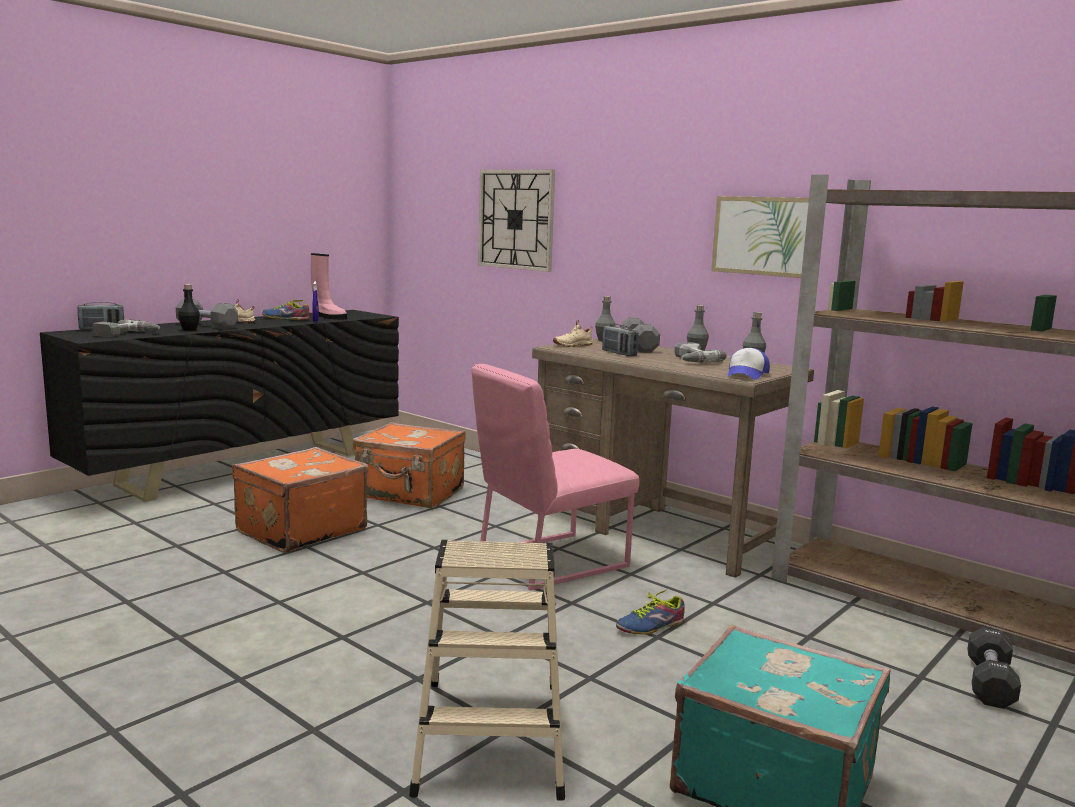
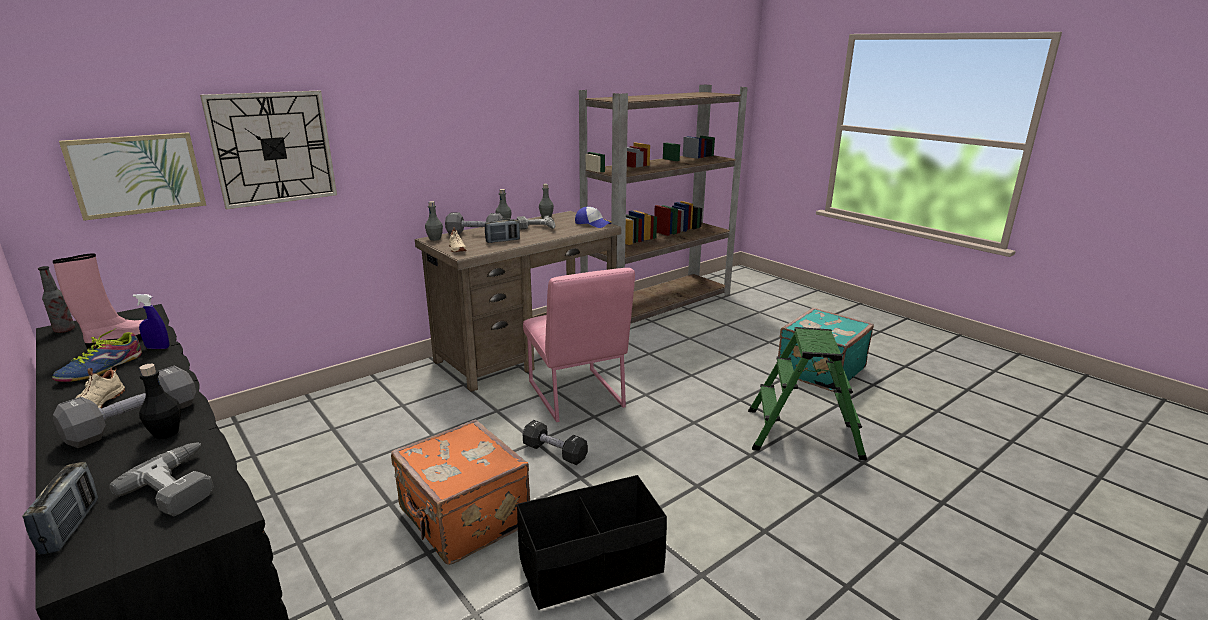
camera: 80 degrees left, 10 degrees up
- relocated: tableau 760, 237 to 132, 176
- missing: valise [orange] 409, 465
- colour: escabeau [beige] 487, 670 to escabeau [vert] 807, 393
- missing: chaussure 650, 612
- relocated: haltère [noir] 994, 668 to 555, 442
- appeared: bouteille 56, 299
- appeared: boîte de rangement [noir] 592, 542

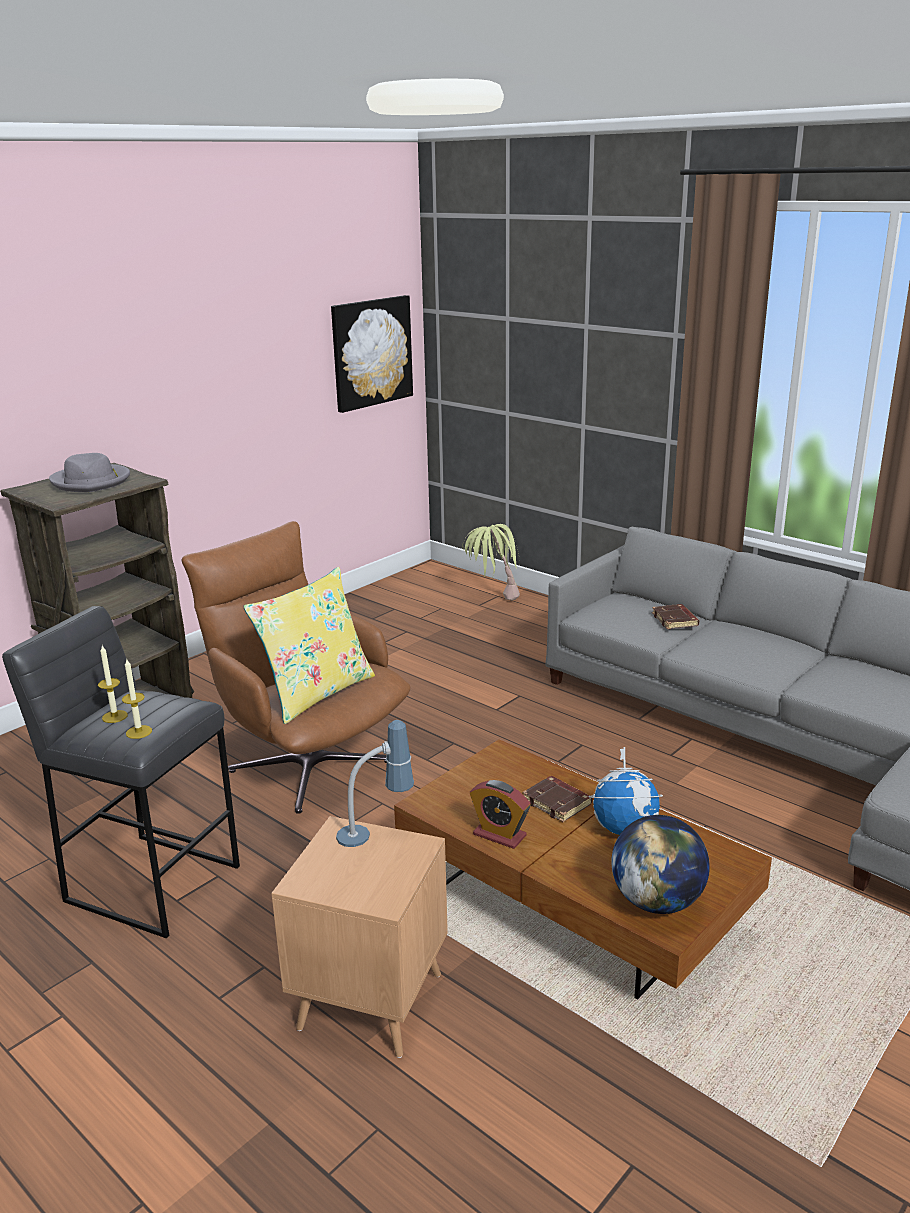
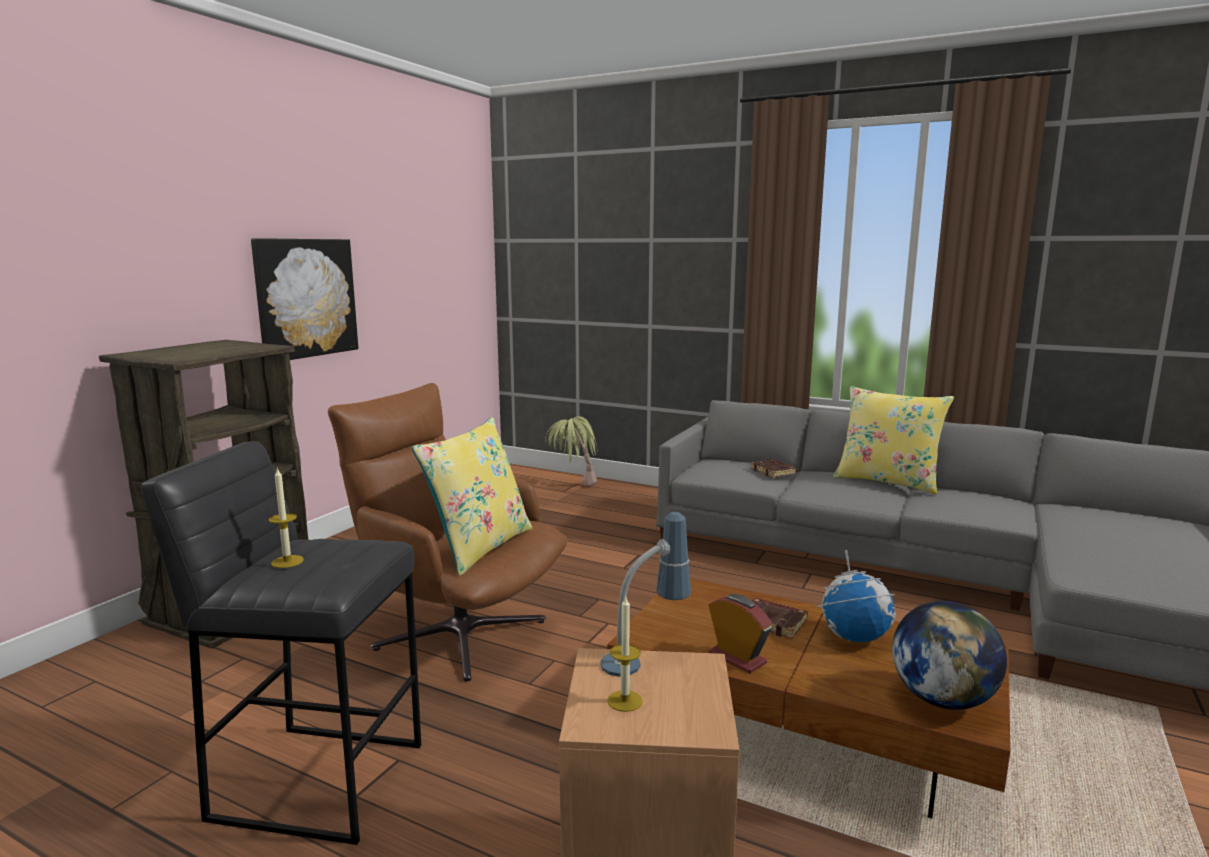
camera: 15 degrees left, 10 degrees down
- relocated: tableau 372, 354 to 304, 299
- missing: chapeau [gris] 89, 472
- relocated: bougie 137, 698 to 625, 654
- spun: réveil 500, 814 = 740, 633 150 degrees counterclockwise
- appeared: coussin [jaune] 893, 440

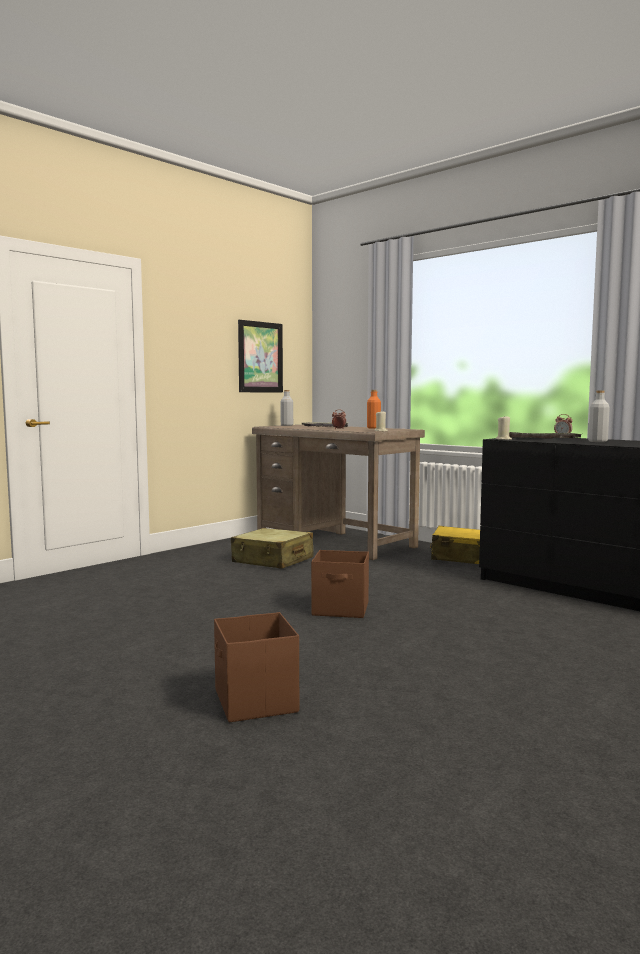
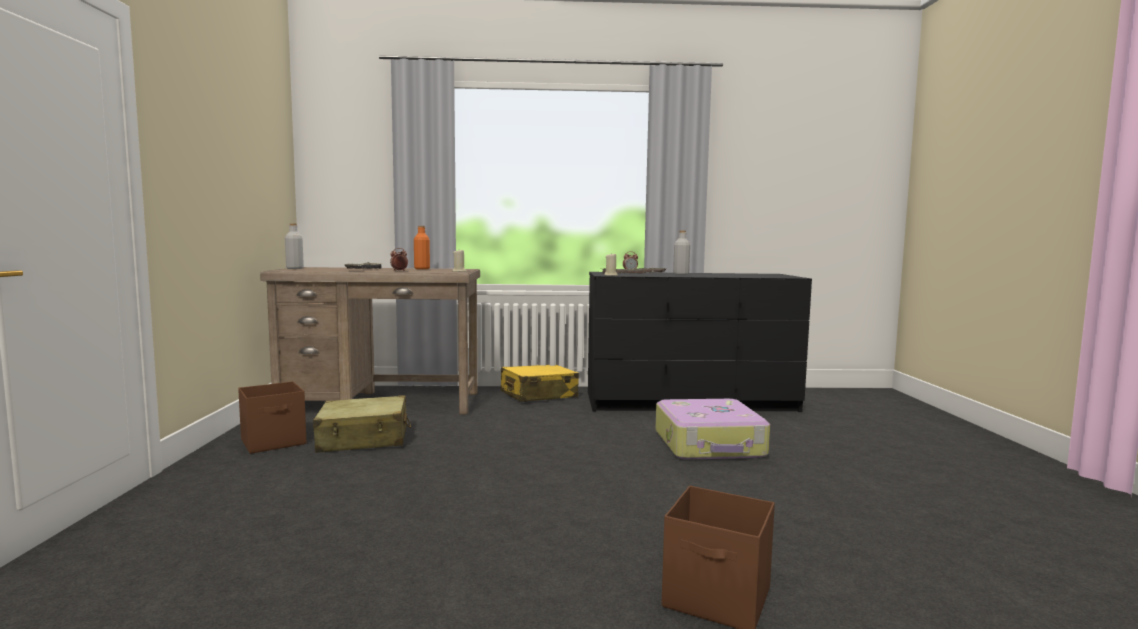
camera: 45 degrees left, 0 degrees up
- missing: tableau 260, 356
- relocated: boîte de rangement [marron] 340, 584 to 272, 417
- appeared: valise 713, 429

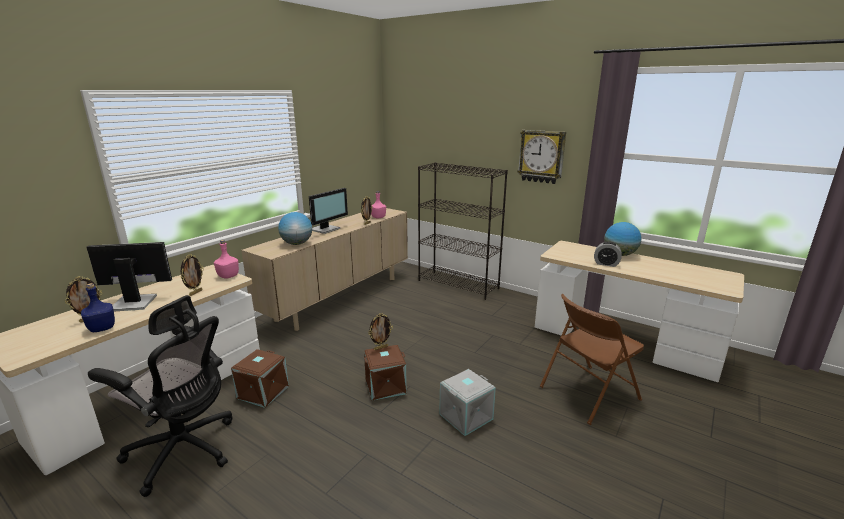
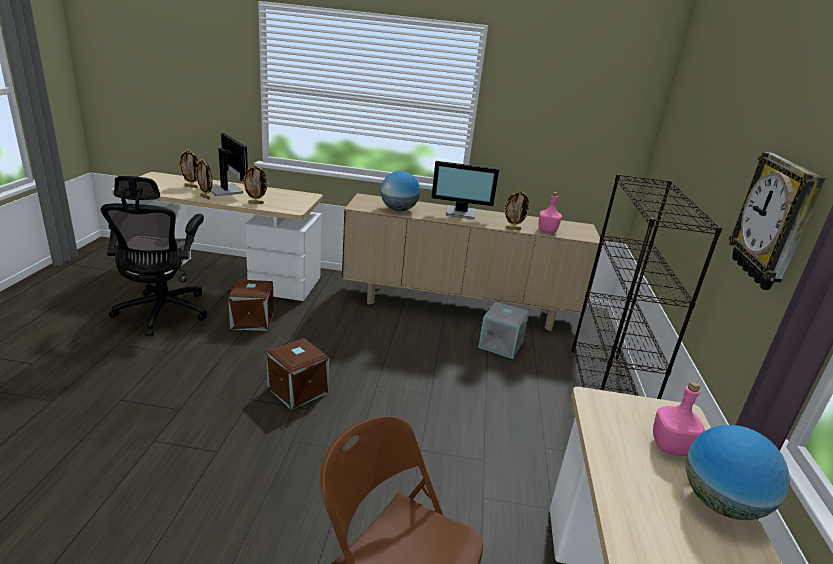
camera: 60 degrees right, 5 degrees up
- relocated: bouteille [rose] 226, 259 to 679, 419
- missing: réveil 608, 254
- missing: bouteille [bleu] 98, 307
- relocated: cadre photo 380, 331 to 204, 179
- relocated: boîte de rangement [gris] 467, 402 to 503, 330

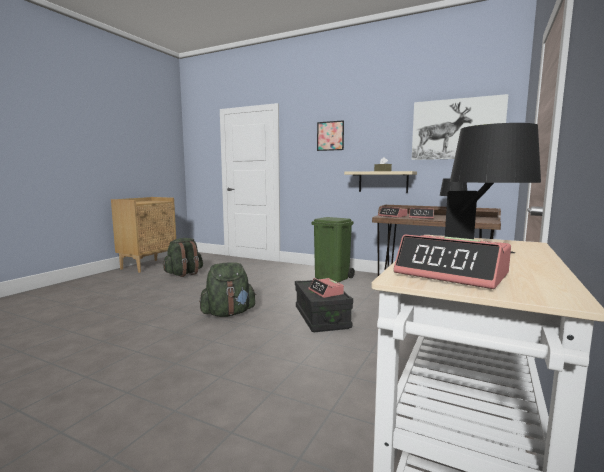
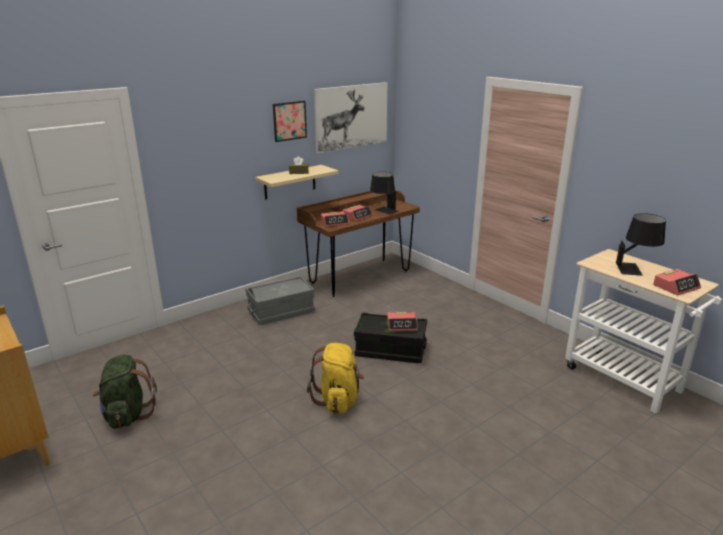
camera: 65 degrees left, 15 degrees up
- relocated: tableau 330, 135 to 290, 121
- exchanged: poubelle [vert] 333, 249 to boîte de rangement [gris] 280, 300
- colour: sac à dos [vert] 227, 289 to sac à dos [jaune] 335, 378

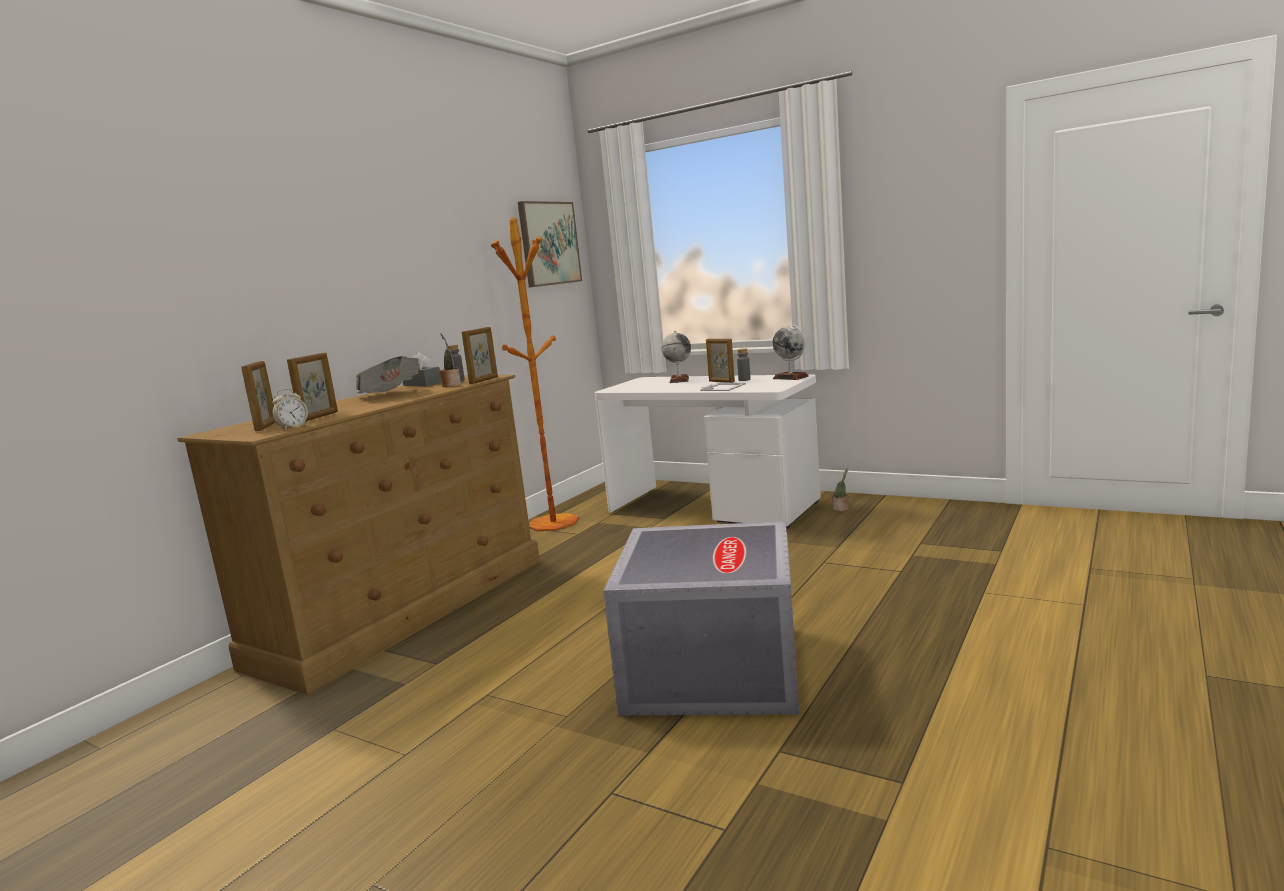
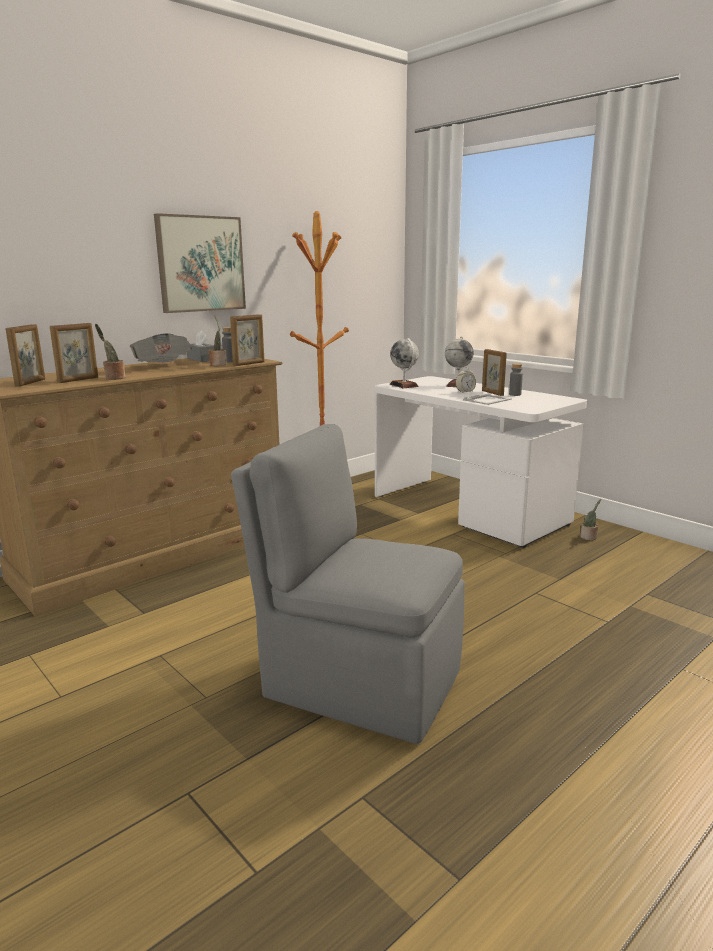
camera: 15 degrees right, 5 degrees up
- relocated: tableau 550, 244 to 200, 263
- relocated: globe 791, 352 to 404, 363
- relocated: réveil 290, 409 to 466, 379
- exchanged: boîte de rangement [gris] 701, 618 to chaise [gris] 348, 584
- appeared: plante en pot 110, 352

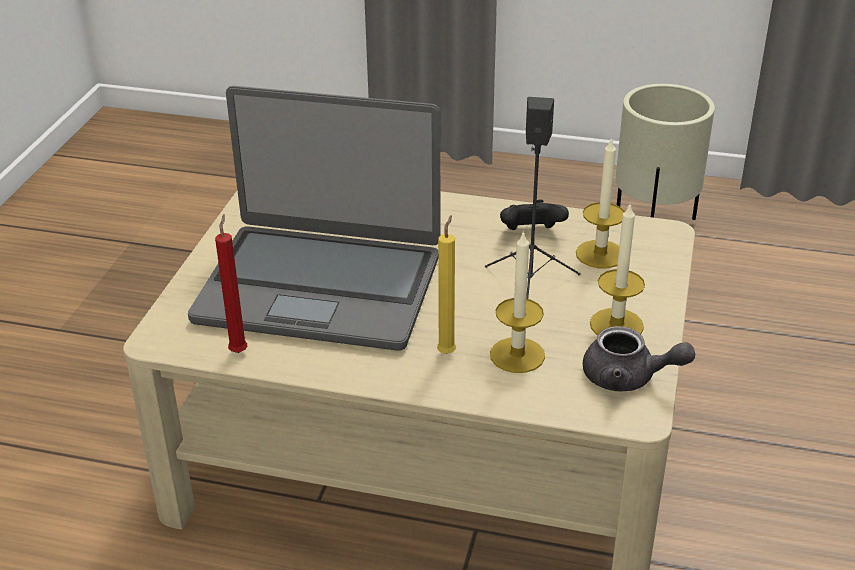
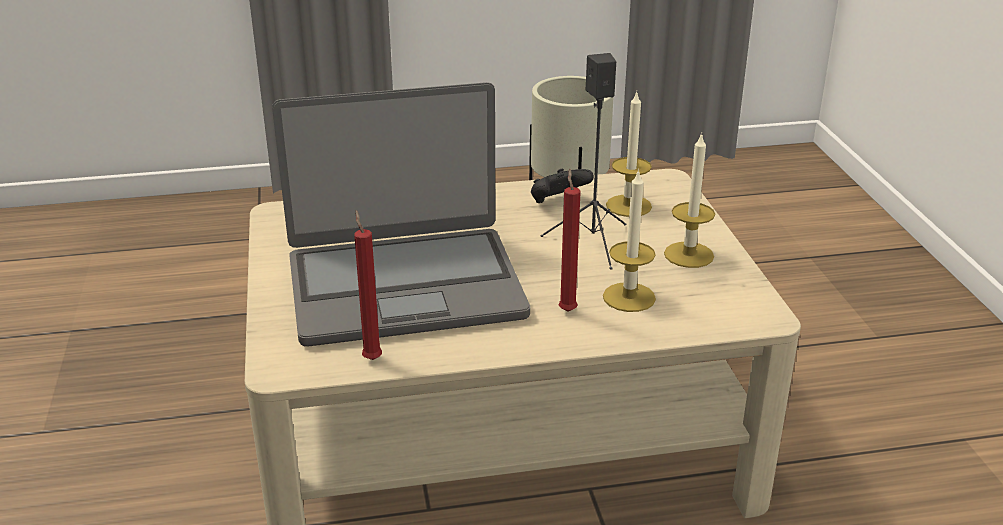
camera: 25 degrees left, 5 degrees down
- colour: bougie [jaune] 446, 284 to bougie [rouge] 570, 240
- missing: théière [gris] 639, 358

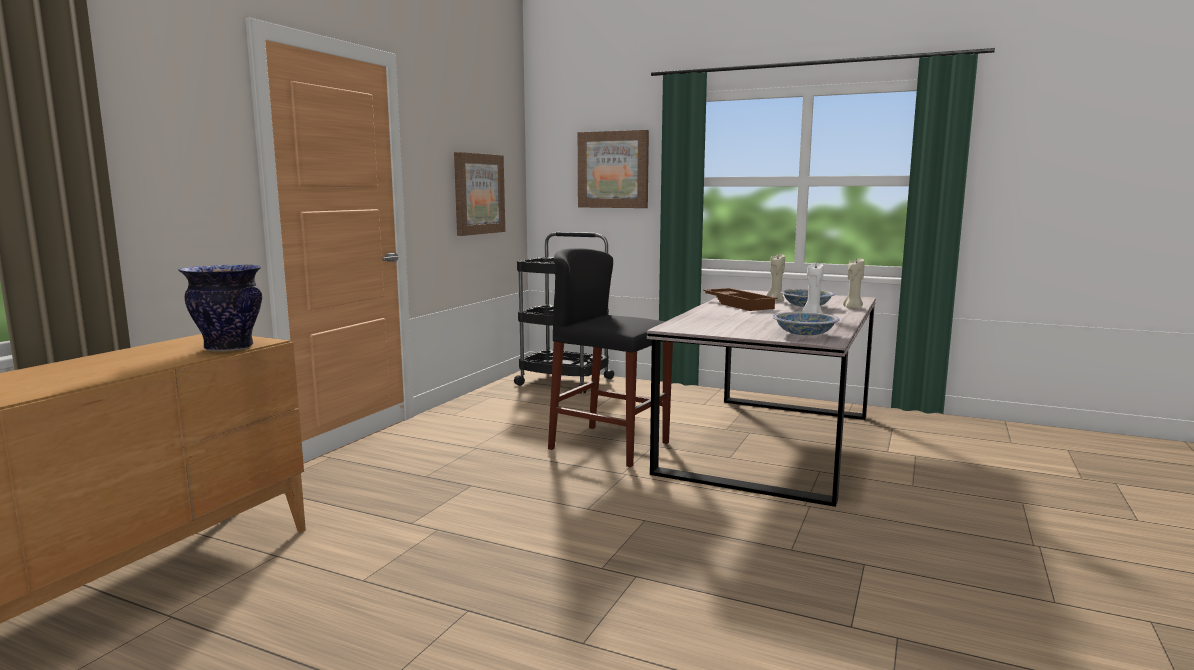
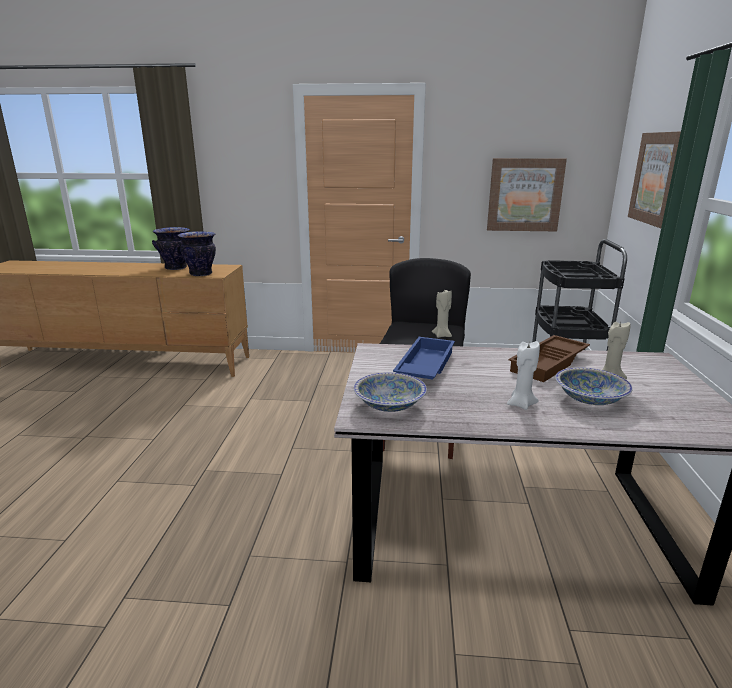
camera: 70 degrees right, 10 degrees up
- relocated: bougie [beige] 854, 284 to 442, 313
- appeared: vase 171, 248
- appeared: plateau [bleu] 424, 358

